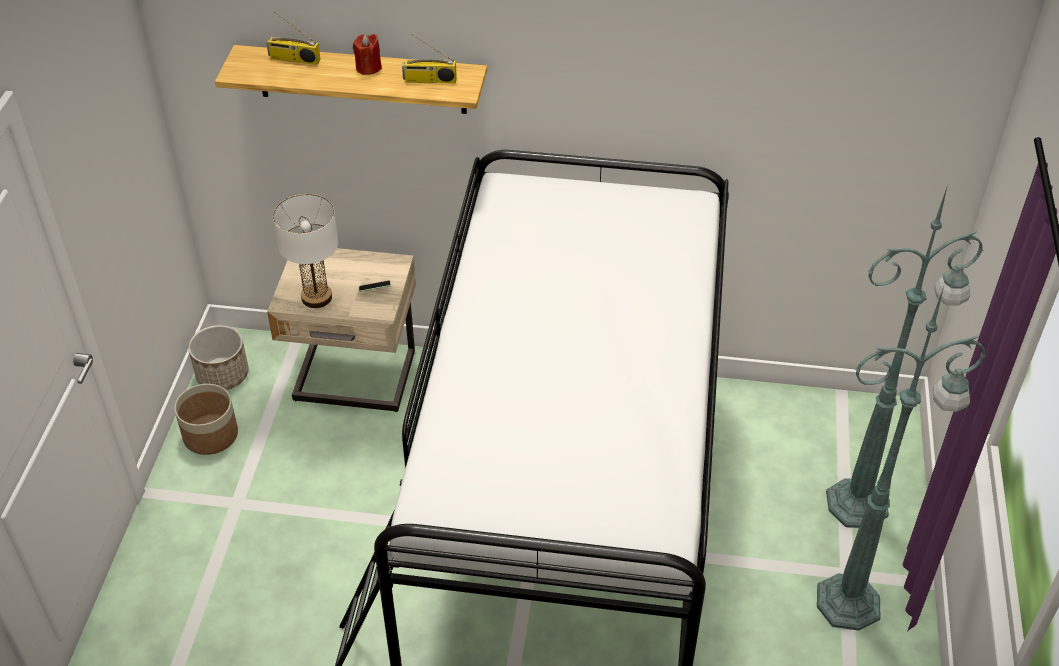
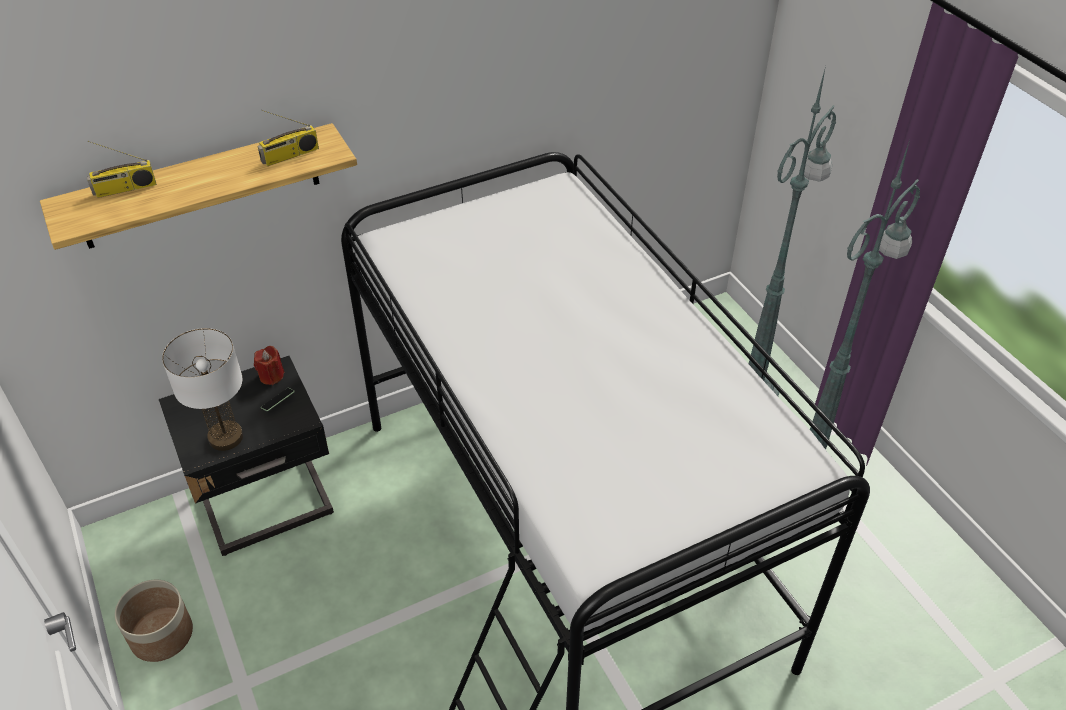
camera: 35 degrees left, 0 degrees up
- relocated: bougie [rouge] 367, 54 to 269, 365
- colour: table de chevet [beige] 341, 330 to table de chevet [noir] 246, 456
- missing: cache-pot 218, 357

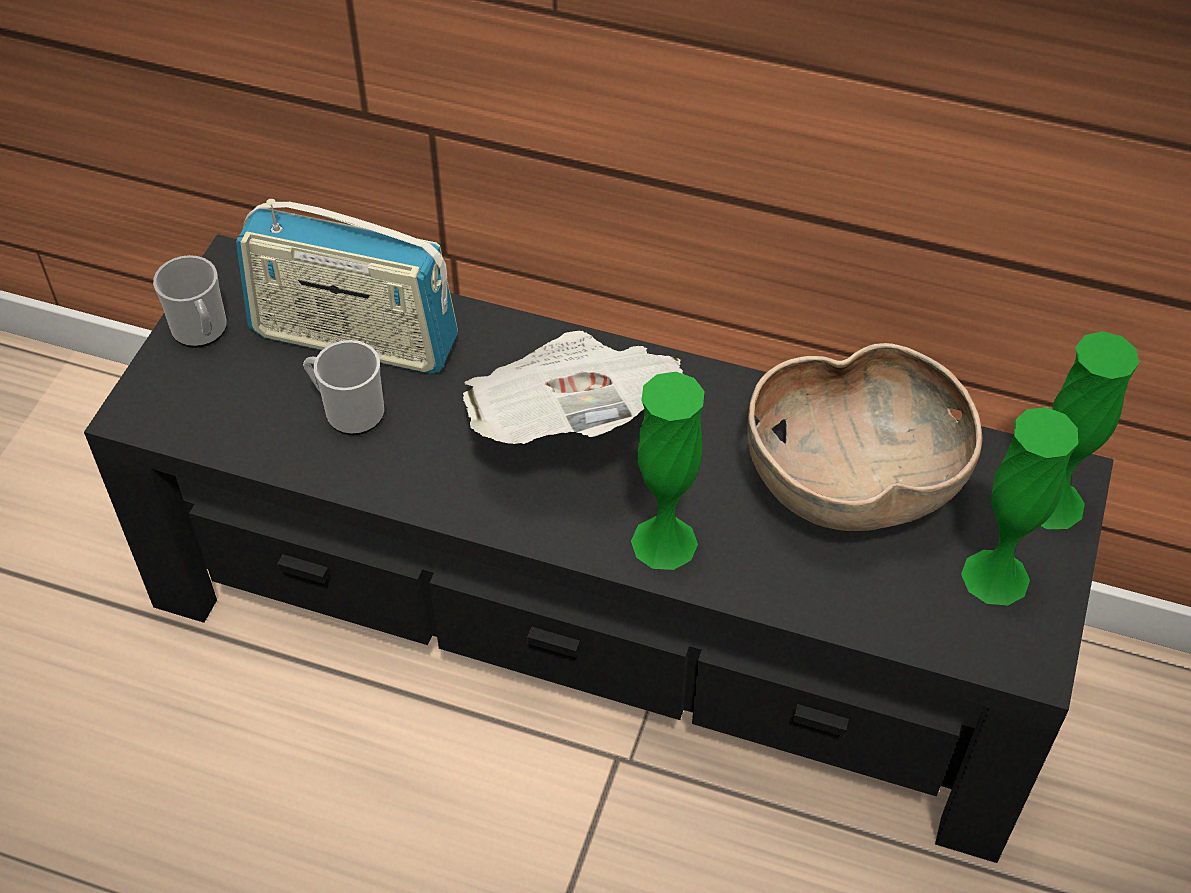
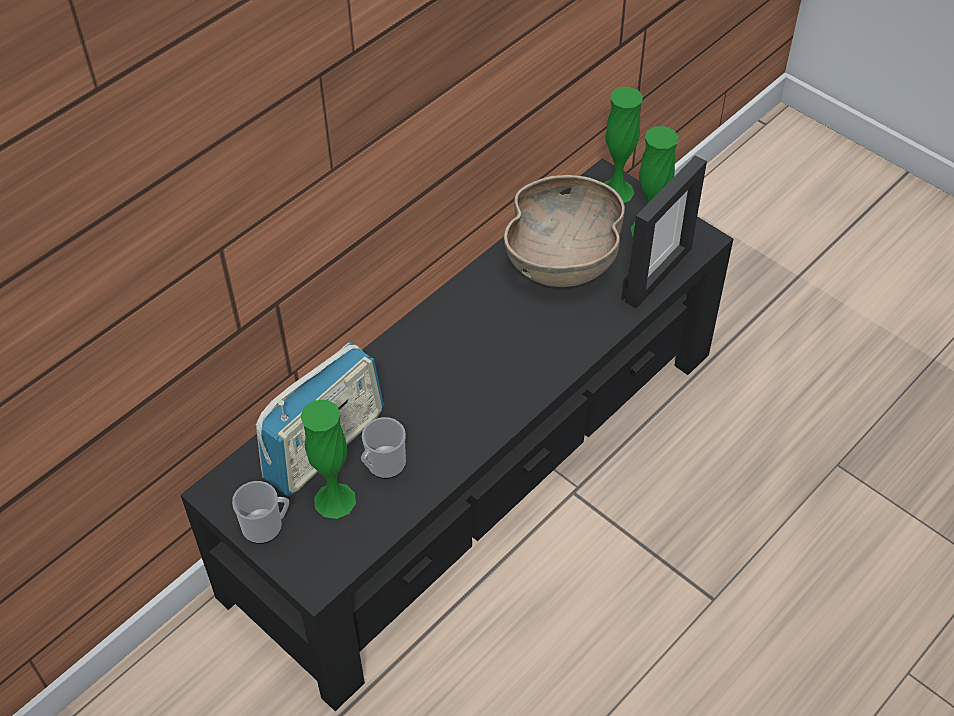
camera: 65 degrees left, 0 degrees up
- missing: journal 573, 387
- relocated: vase [vert] 667, 471 to 328, 459
- appeared: cadre photo 664, 232

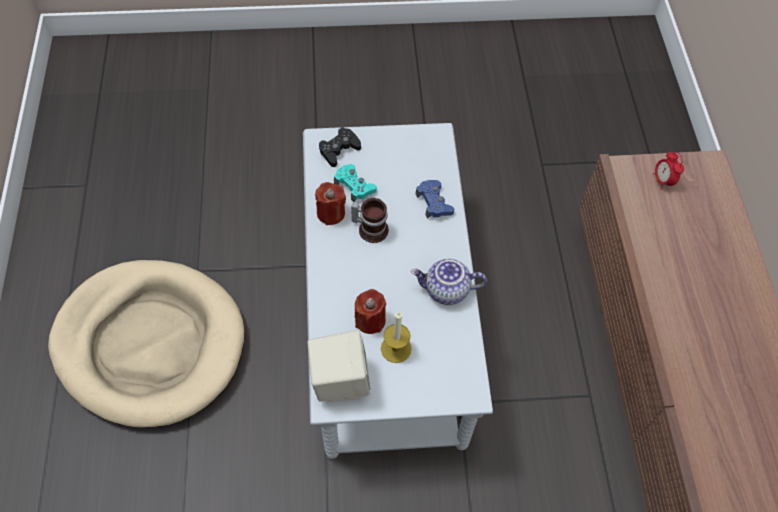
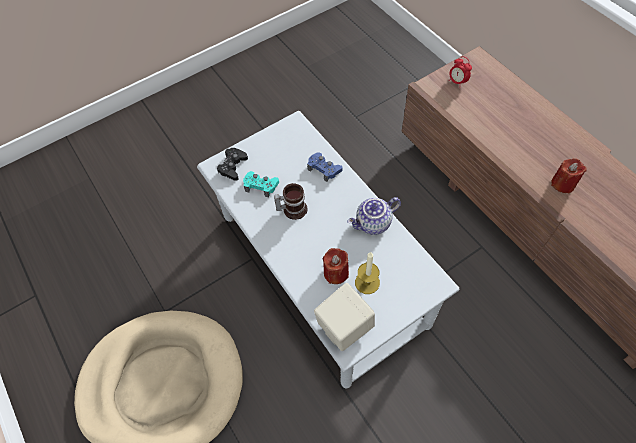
camera: 25 degrees left, 0 degrees up
- relocated: bougie [rouge] 330, 203 to 569, 176

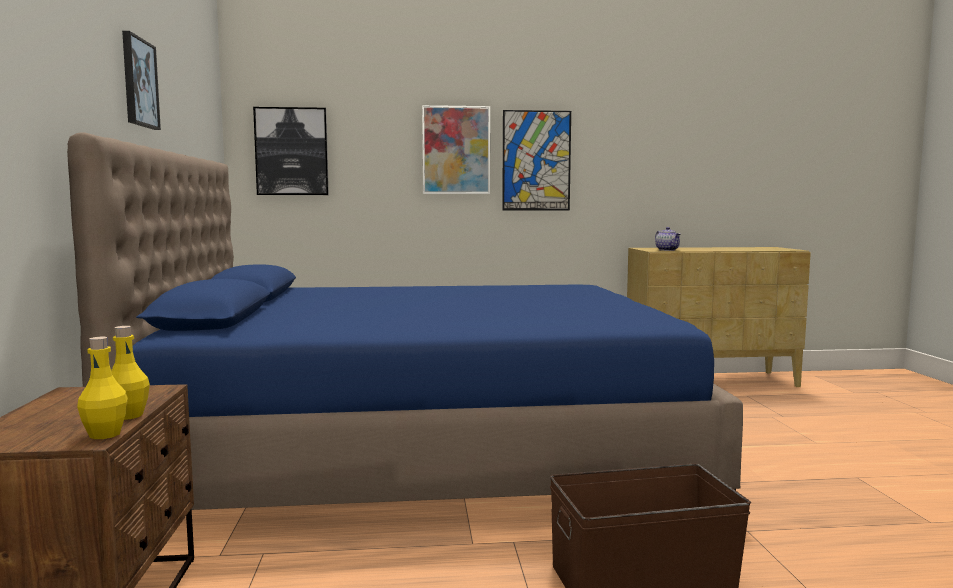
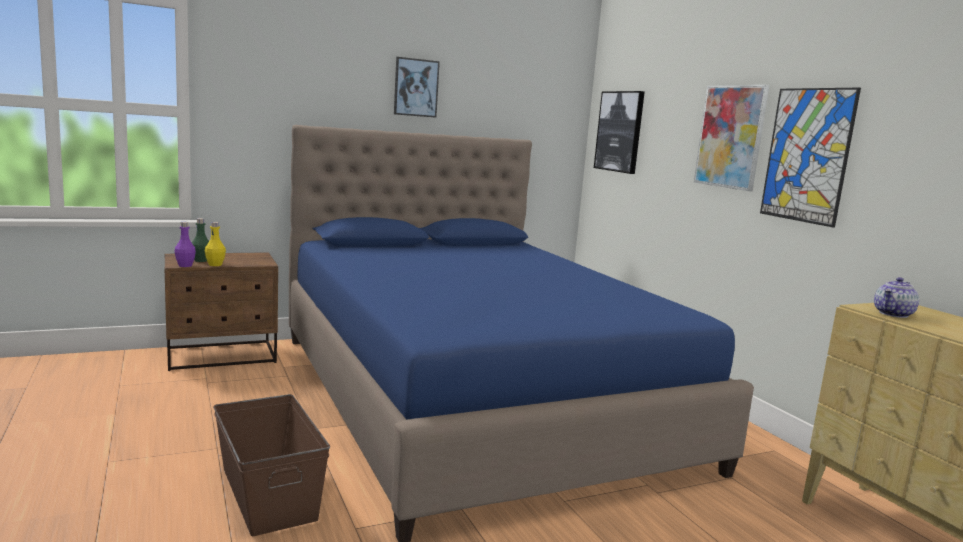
camera: 70 degrees right, 5 degrees up
- colour: bouteille [jaune] 102, 388 to bouteille [violet] 185, 244
- appeared: bouteille [vert] 200, 240

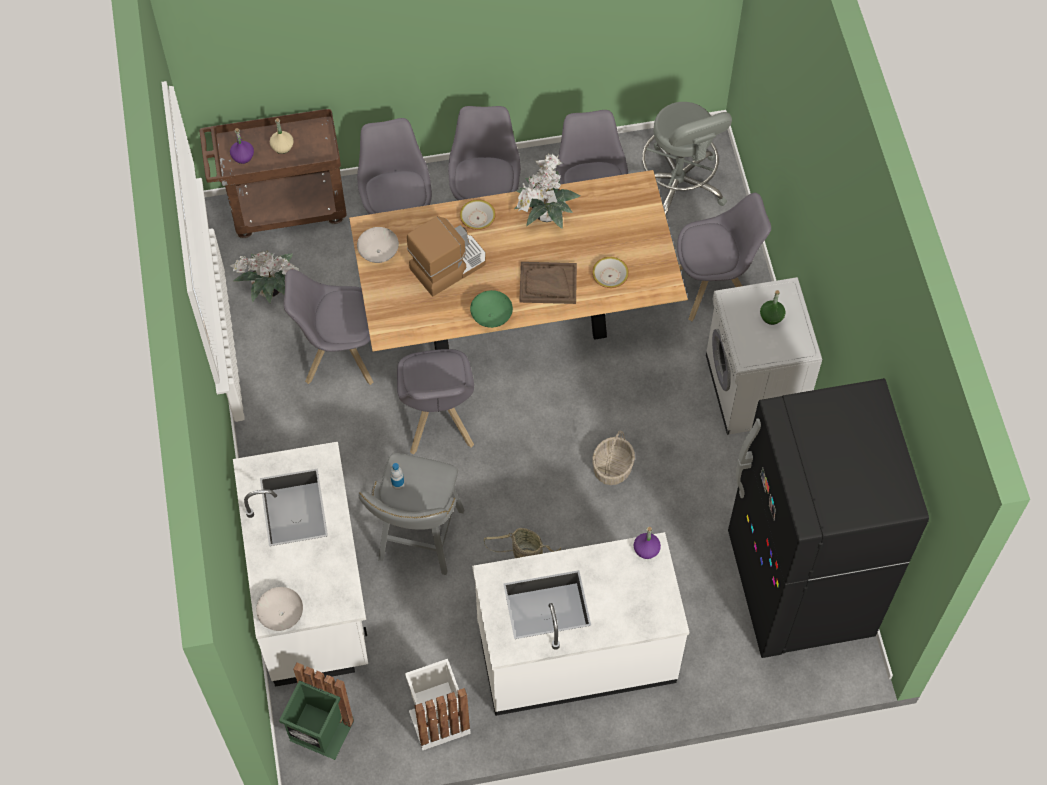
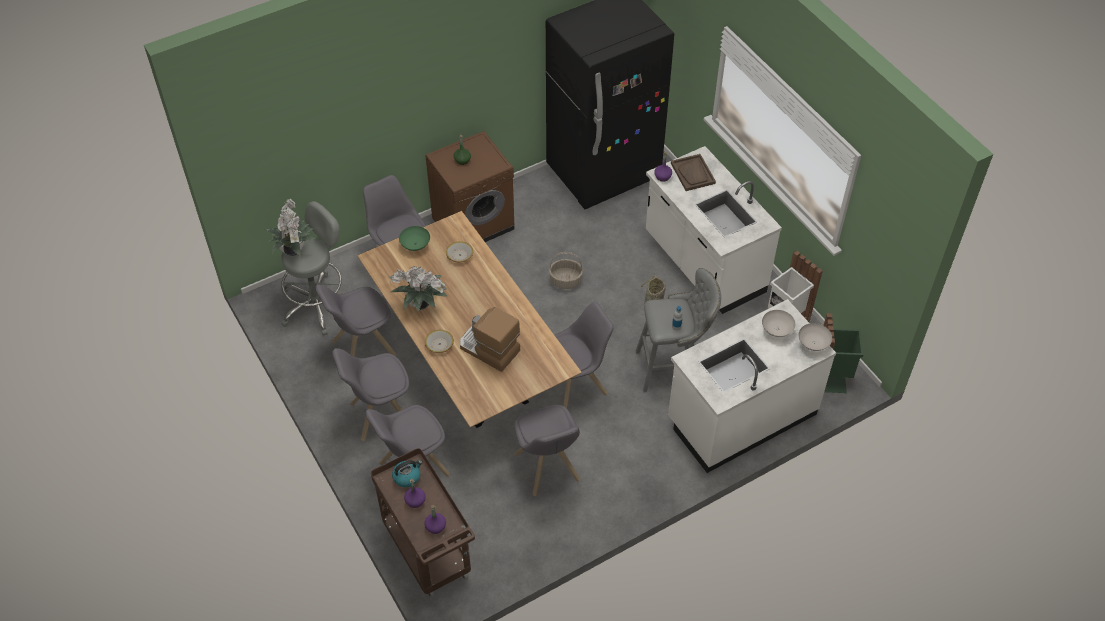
camera: 110 degrees left, 10 degrees down
- colour: bouteille [beige] 282, 136 to bouteille [violet] 415, 493
- relocated: bol [blanc] 378, 245 to 778, 323
- relocated: plante en pot 264, 277 to 291, 227
- relocated: plateau [marron] 548, 283 to 693, 172
- colour: lave-linge [blanc] 764, 356 to lave-linge [marron] 470, 186
- relocated: bol [vert] 491, 309 to 414, 238
- appeared: bouilloire 407, 473

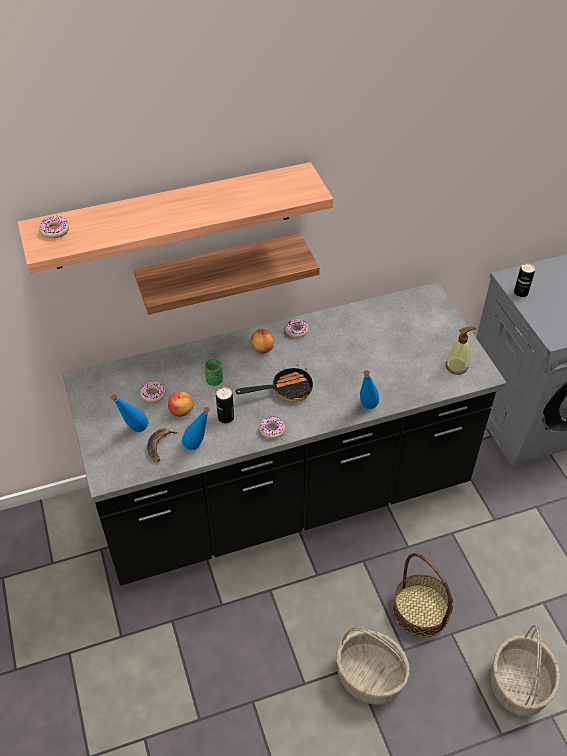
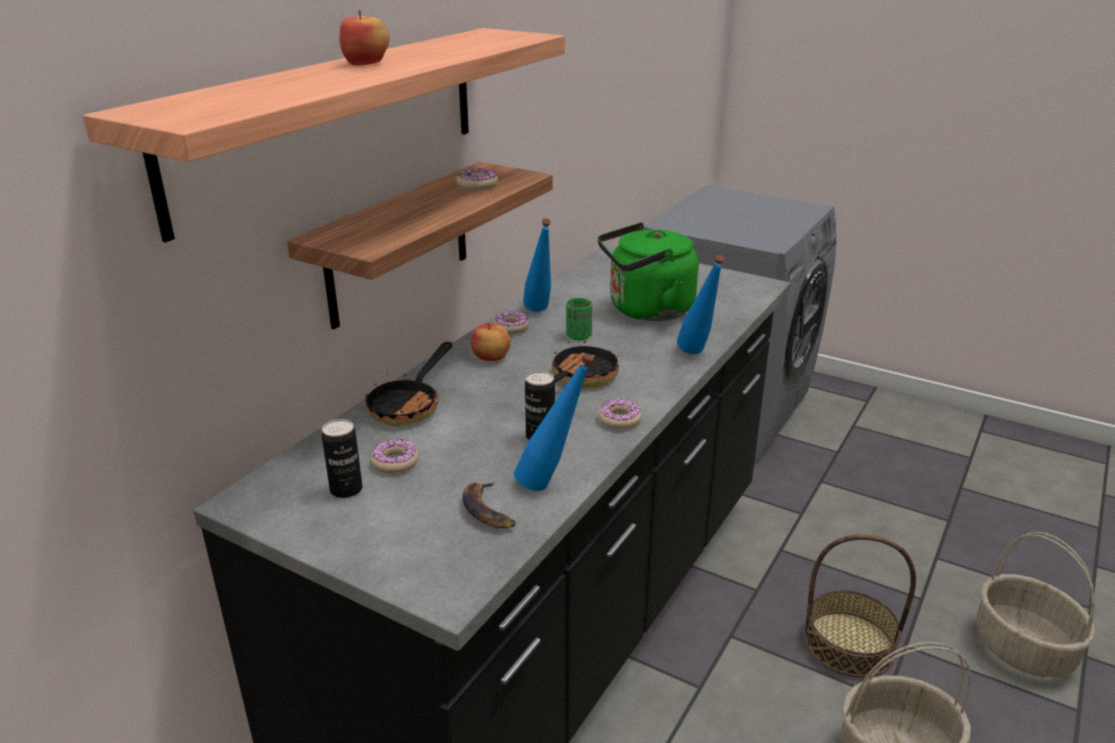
camera: 40 degrees left, 20 degrees down
- relocated: beignet 54, 227 to 477, 179
- relocated: boîte métallique 524, 280 to 342, 458
- missing: distributeur de savon 461, 350
- relocated: tasse [vert] 214, 372 to 579, 319
- relocated: pomme 181, 404 to 365, 38
- relocated: bouteille [bleu] 129, 413 to 537, 264
- appeared: bouilloire [vert] 648, 271
- appeared: poêle 408, 384

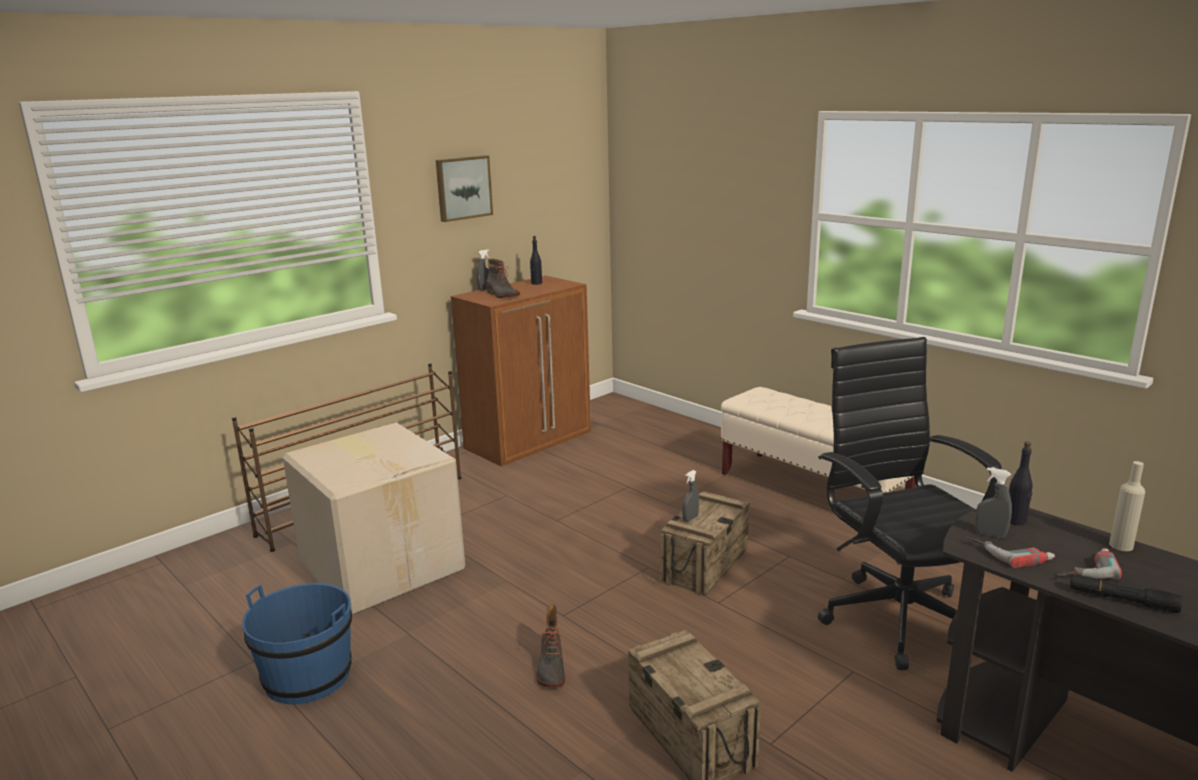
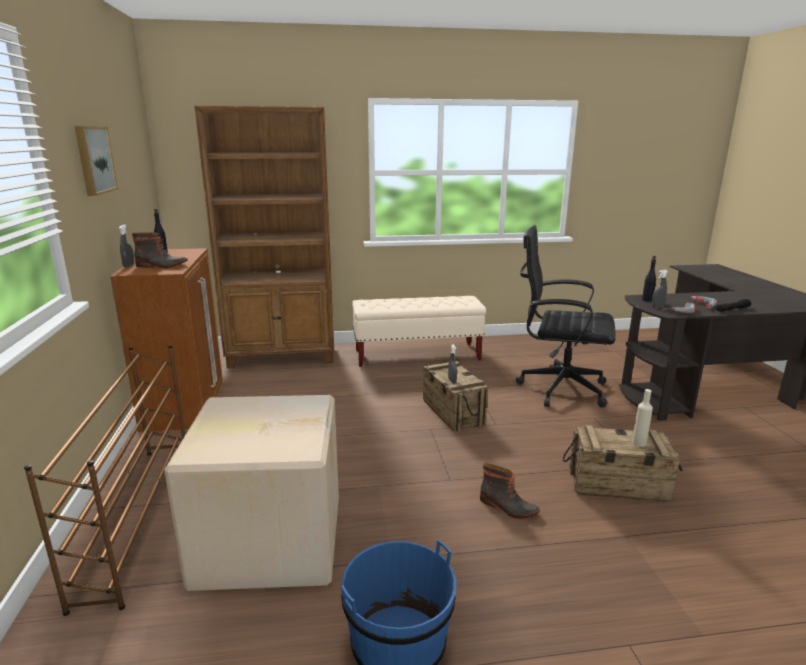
camera: 55 degrees left, 0 degrees up
- relocated: bouteille [beige] 1127, 506 to 642, 418
- appeared: bibliothèque [marron] 264, 237

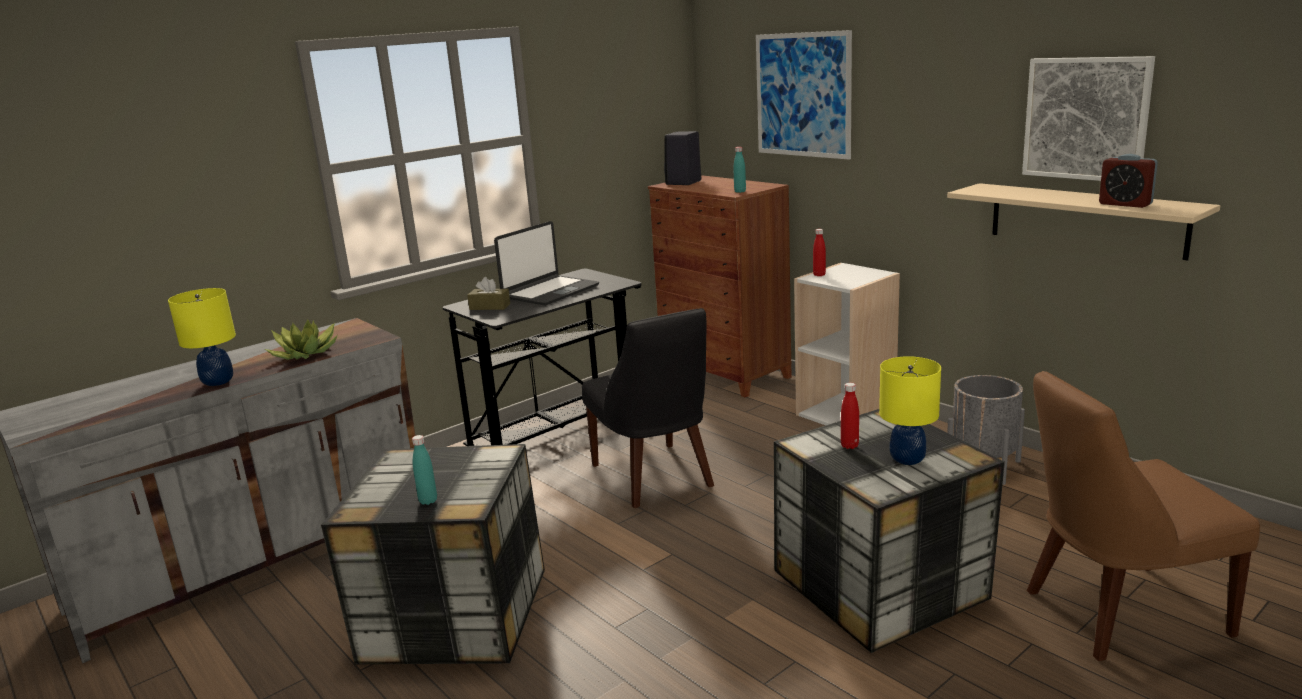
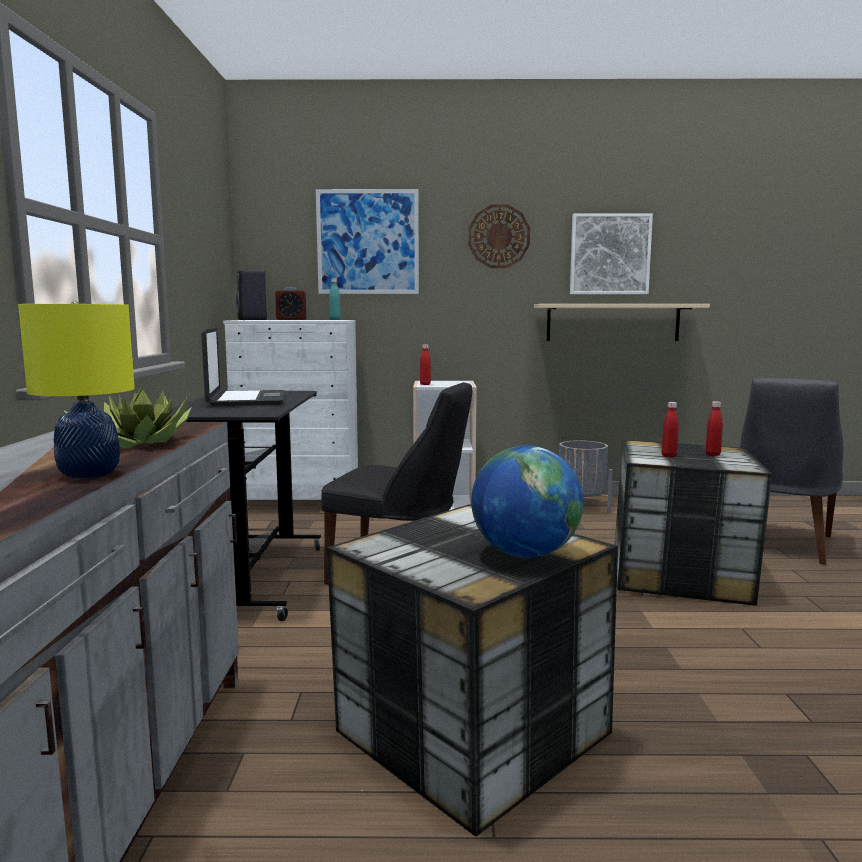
camera: 50 degrees left, 10 degrees down
- relocated: réveil 1128, 181 to 291, 303
- colour: commode [marron] 720, 286 to commode [blanc] 290, 410
- missing: boîte à mouchoirs [marron] 488, 293
- exchanged: lampe de table [jaune] 910, 410 to bouteille [rouge] 714, 428
- colour: chaise [marron] 1143, 516 to chaise [gris] 791, 471
- exchanged: bouteille [turquoise] 424, 470 to globe 527, 501
- appeared: horloge murale 499, 236

